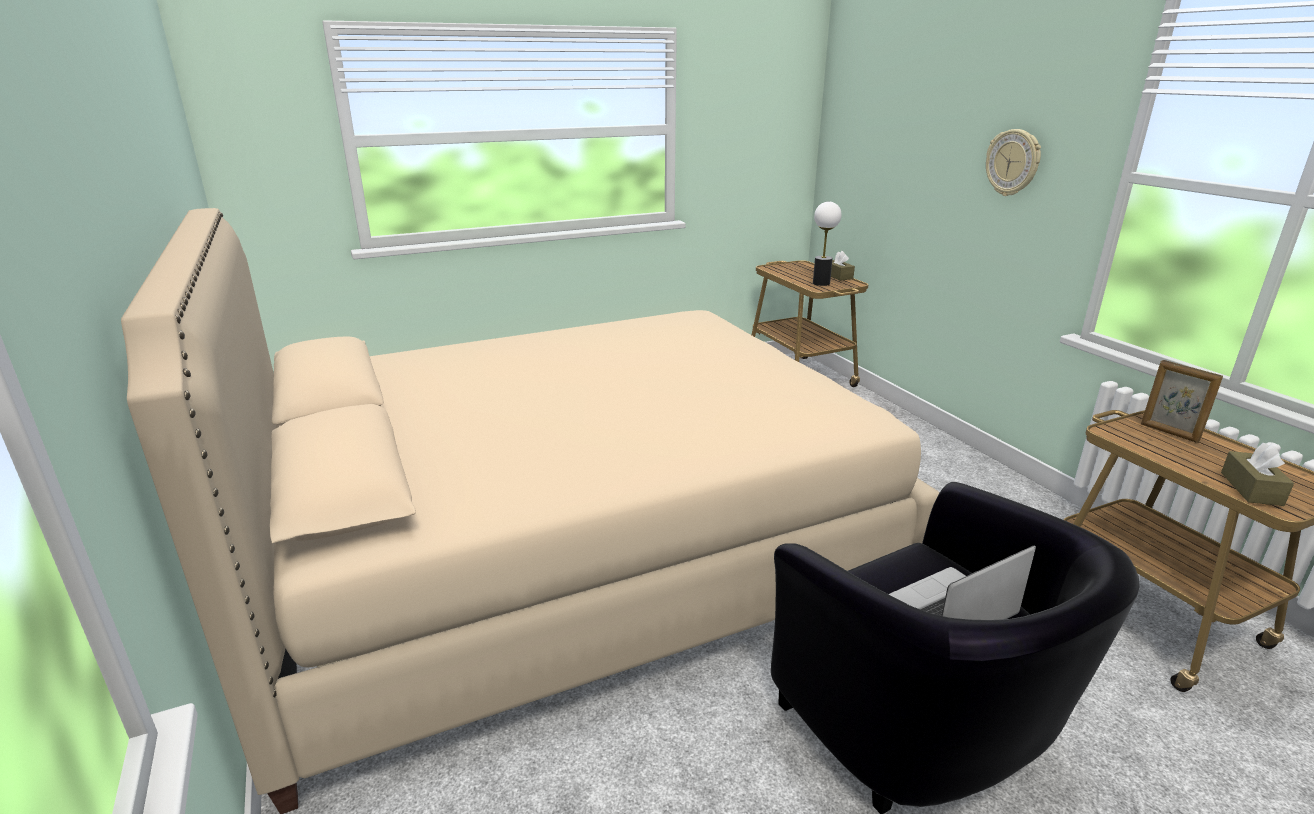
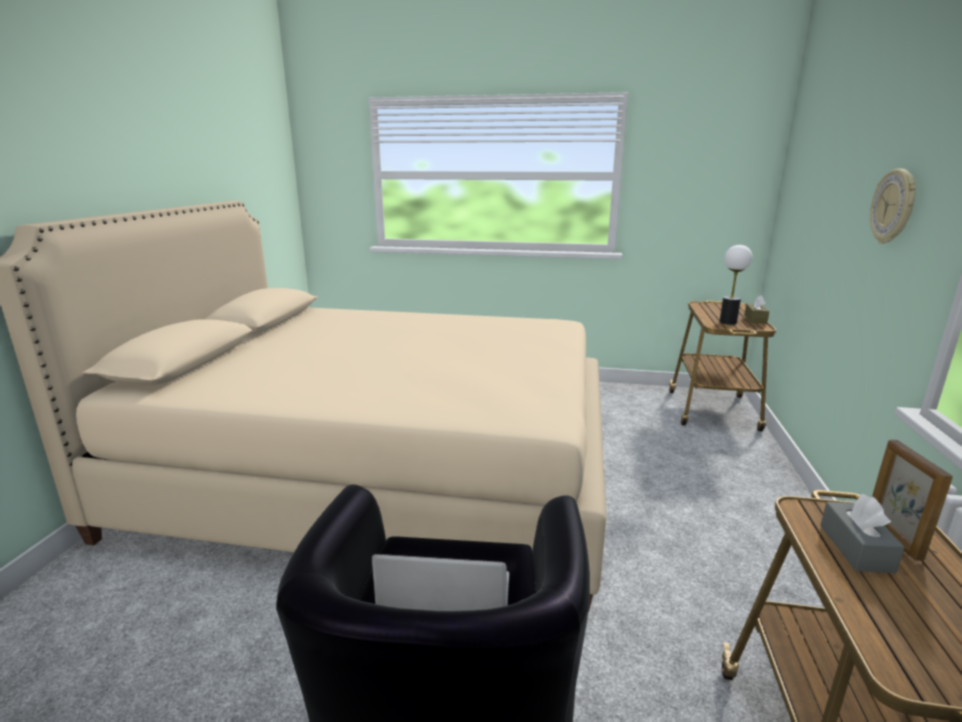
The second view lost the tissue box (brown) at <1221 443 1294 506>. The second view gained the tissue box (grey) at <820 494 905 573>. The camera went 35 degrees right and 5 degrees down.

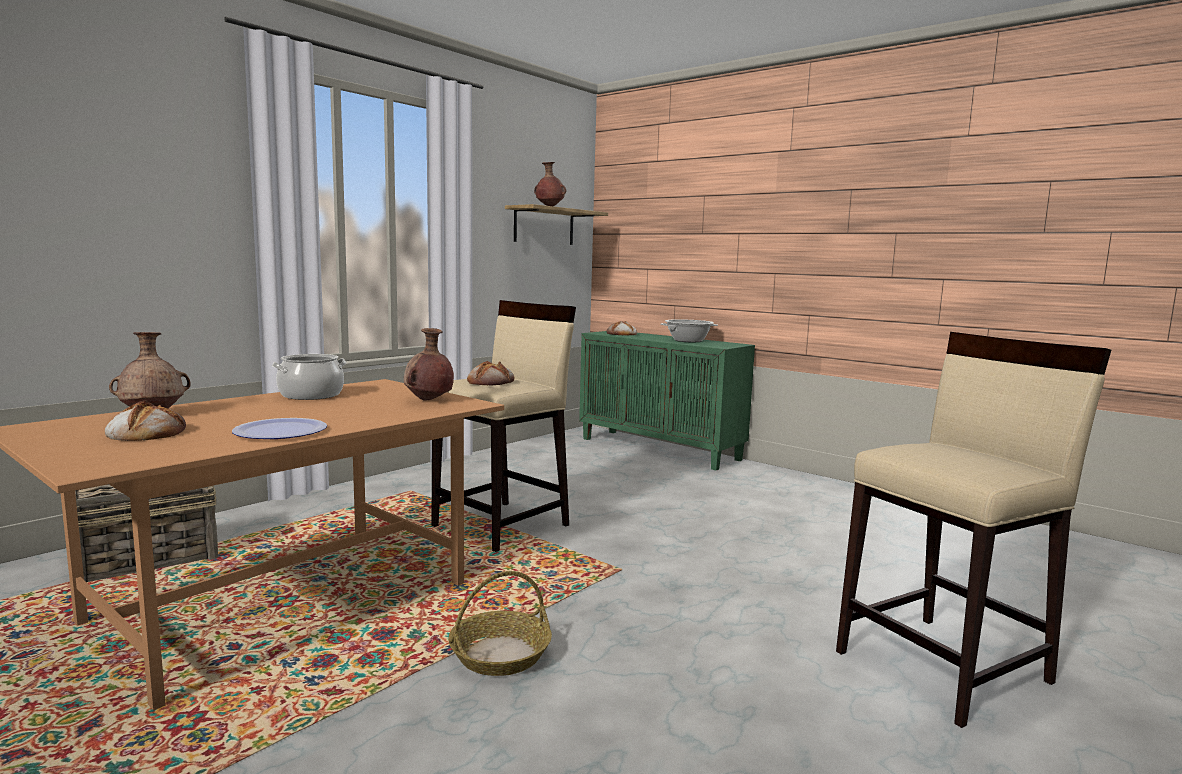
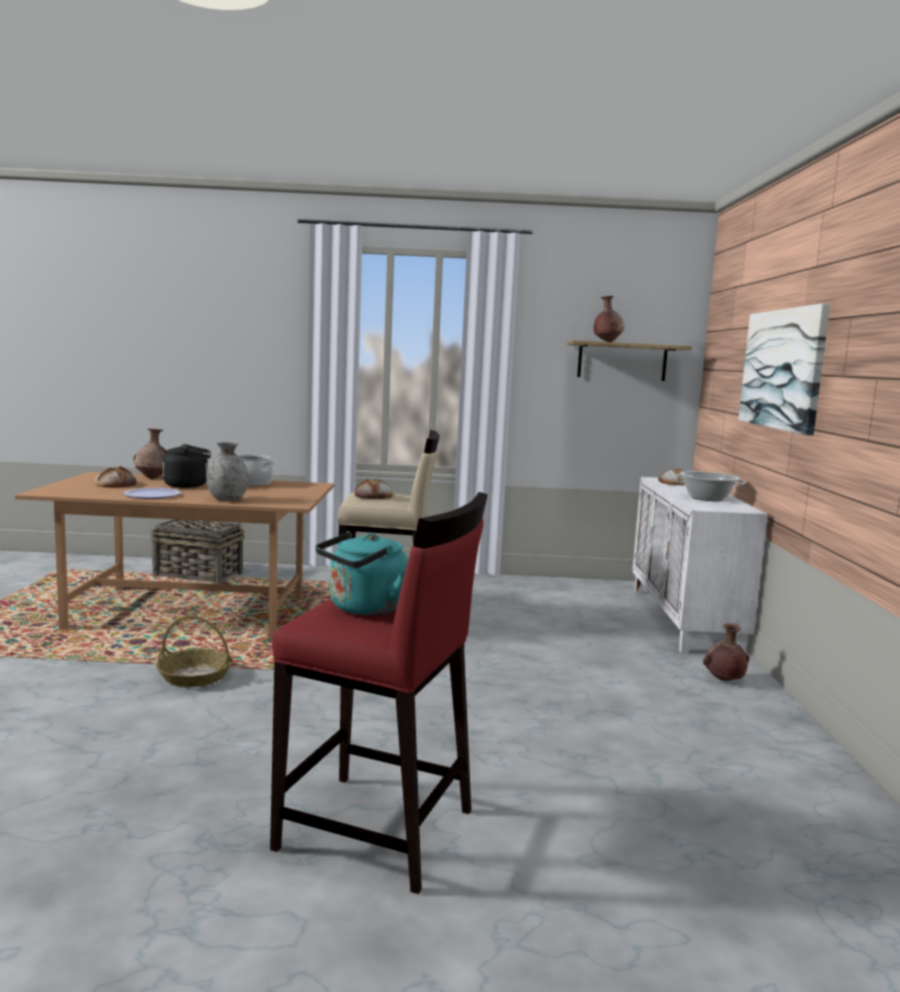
The vase (brown) ended up elsewhere, having gone from <404 328 454 401> to <703 623 749 681>. What was the cabinet (green) at <579 331 755 470> turned into the cabinet (white) at <632 477 768 654>. What was the stool (beige) at <836 332 1111 728> turned into the stool (red) at <270 492 488 894>. The second view gained the picture at <738 303 830 436>. The second view gained the vase (grey) at <206 442 249 501>. The second view gained the kettle (black) at <163 444 211 488>. The second view gained the kettle (turquoise) at <315 532 408 615>. The camera went 50 degrees right and 0 degrees up.

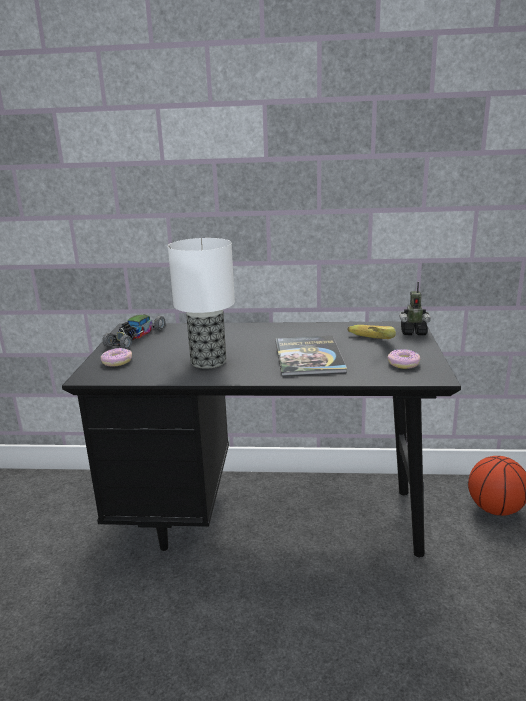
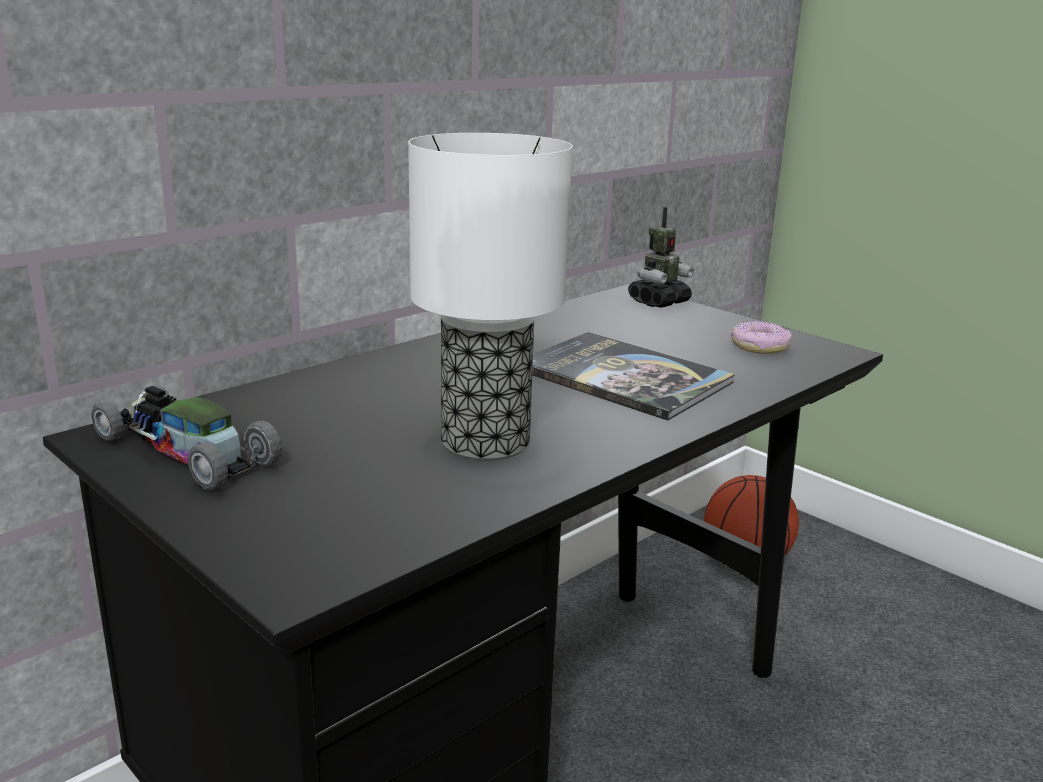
The toy car at <102 314 166 349> ended up facing another way, 150 degrees clockwise from before. The second view lost the banana at <347 325 396 339>. The second view lost the donut at <101 348 132 367>. The camera went 50 degrees left and 0 degrees up.

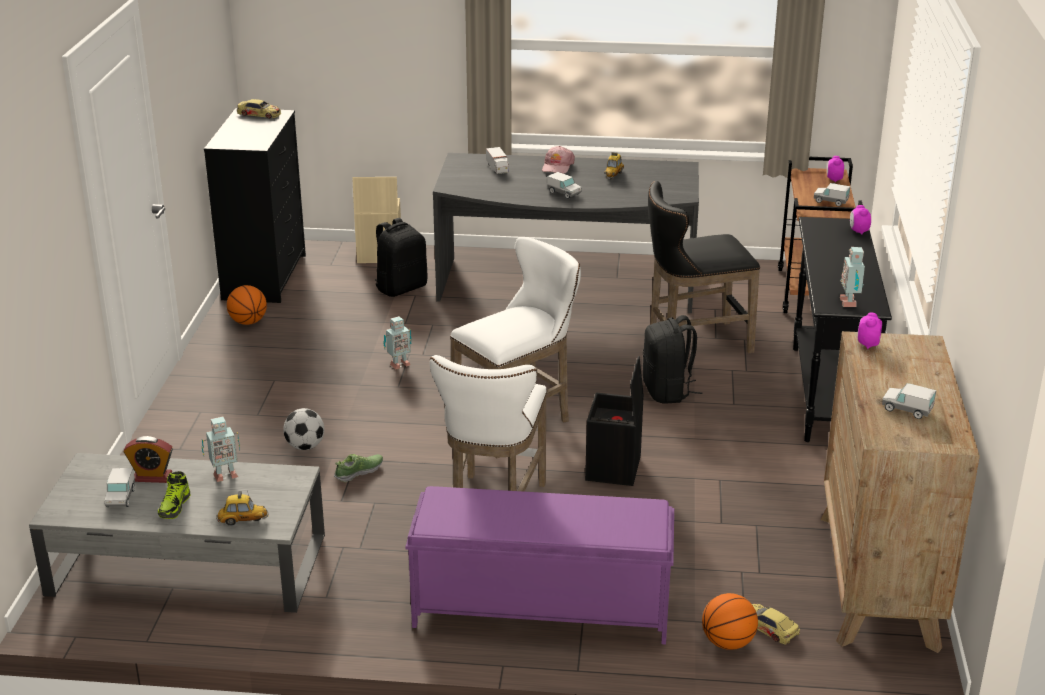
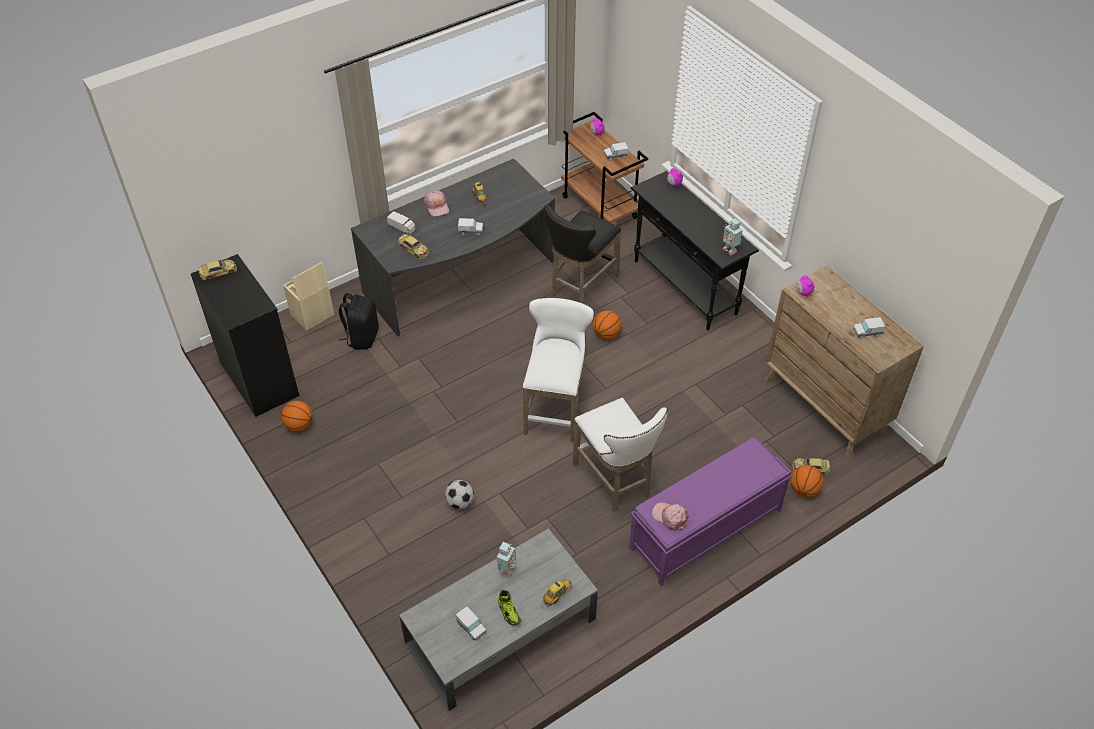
Where the backpack (black) stood at <643 315 702 404>, the basketball came to stand at <593 311 621 339>. The second view lost the toy robot at <383 316 411 370>. The second view lost the storage box (black) at <585 356 644 486>. The second view lost the alarm clock at <123 436 173 483>. The second view lost the shoe at <334 454 383 482>. The second view gained the toy car at <398 234 429 259>. The second view gained the cap (pink) at <652 502 689 531>. The camera went 40 degrees left and 20 degrees up.

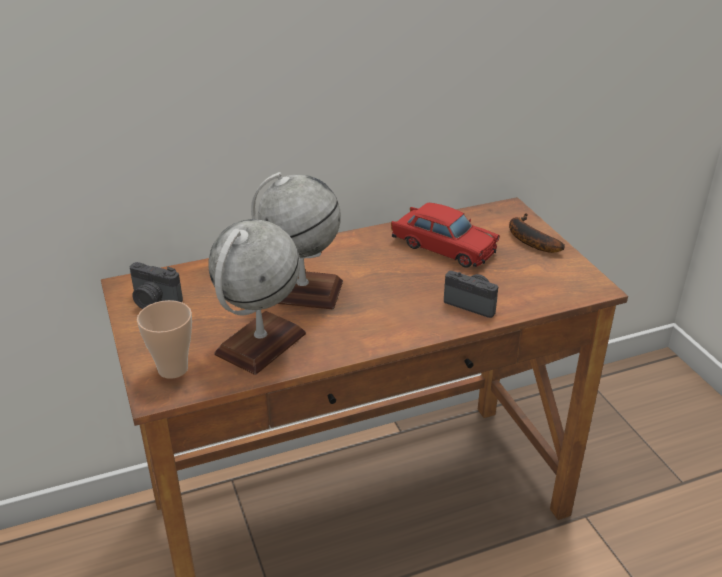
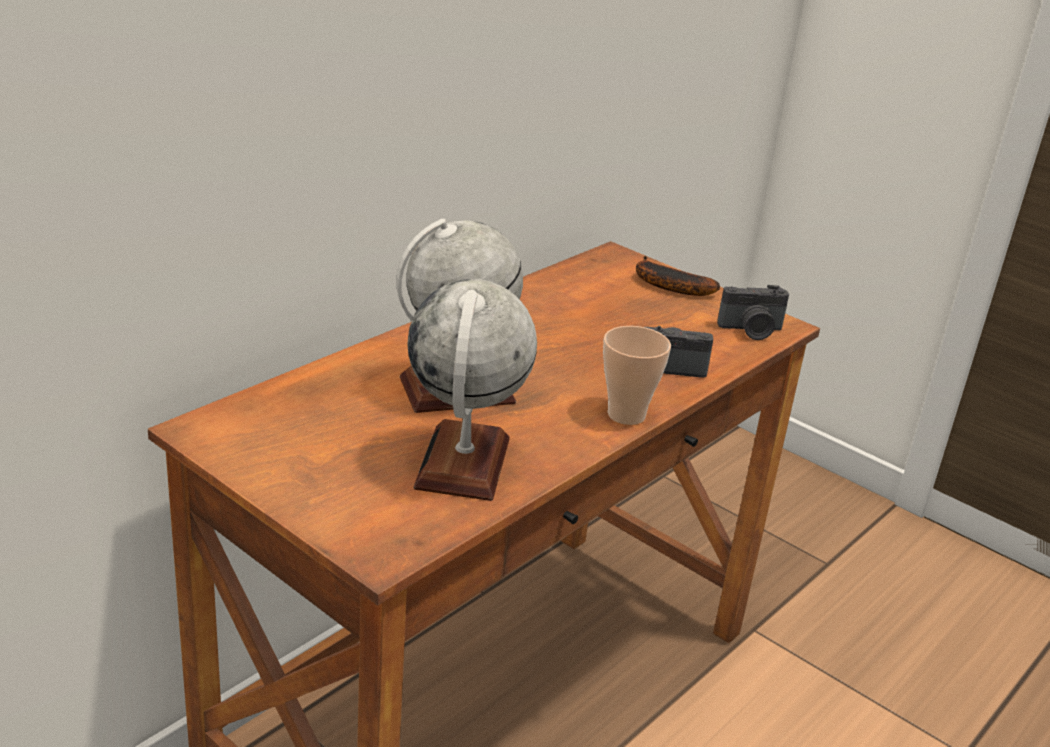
The second view lost the toy car (red) at <391 203 500 268>. The photo camera ended up elsewhere, having gone from <130 262 183 309> to <717 285 789 340>. The cup ended up elsewhere, having gone from <137 300 192 379> to <603 326 671 425>. The camera went 30 degrees left and 5 degrees down.

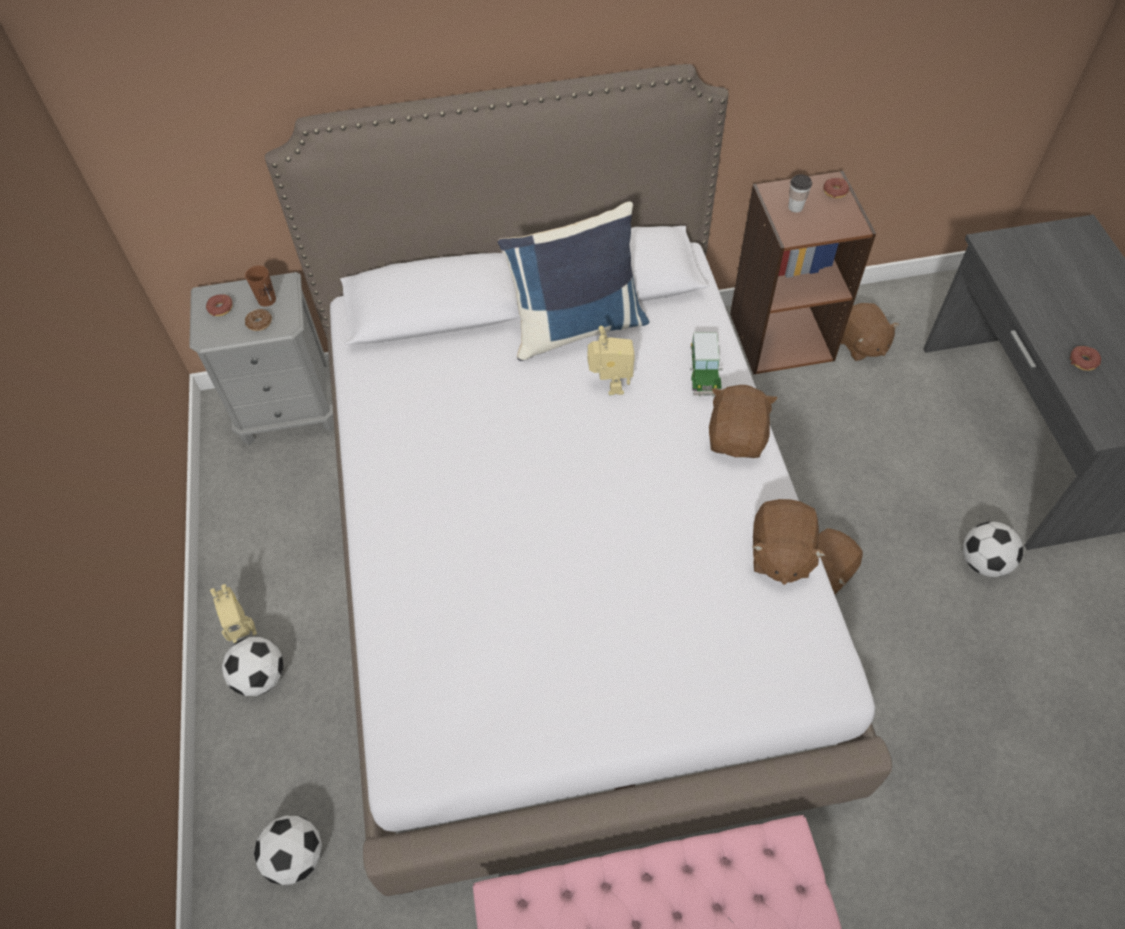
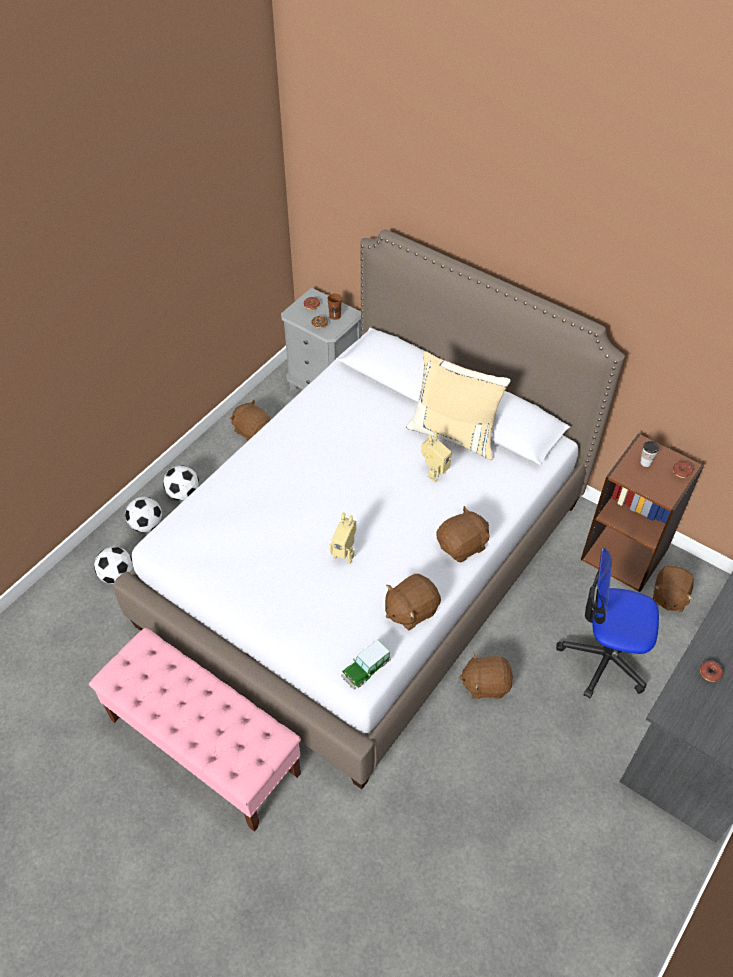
What was the pillow (blue) at <498 201 649 361> turned into the pillow (beige) at <406 351 511 460>. The toy car ended up elsewhere, having gone from <690 333 723 397> to <341 639 391 690>. The football ended up elsewhere, having gone from <963 521 1023 577> to <125 497 162 532>. The toy robot ended up elsewhere, having gone from <210 584 257 643> to <330 512 356 564>. The second view gained the plush toy (brown) at <230 400 271 441>. The second view gained the office chair at <556 548 659 699>. The camera went 45 degrees right and 5 degrees down.

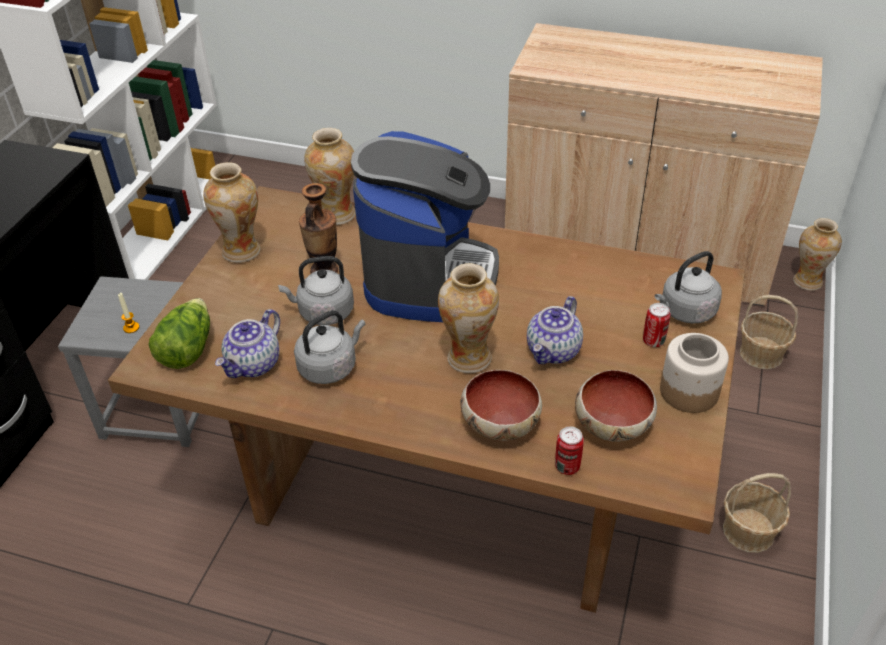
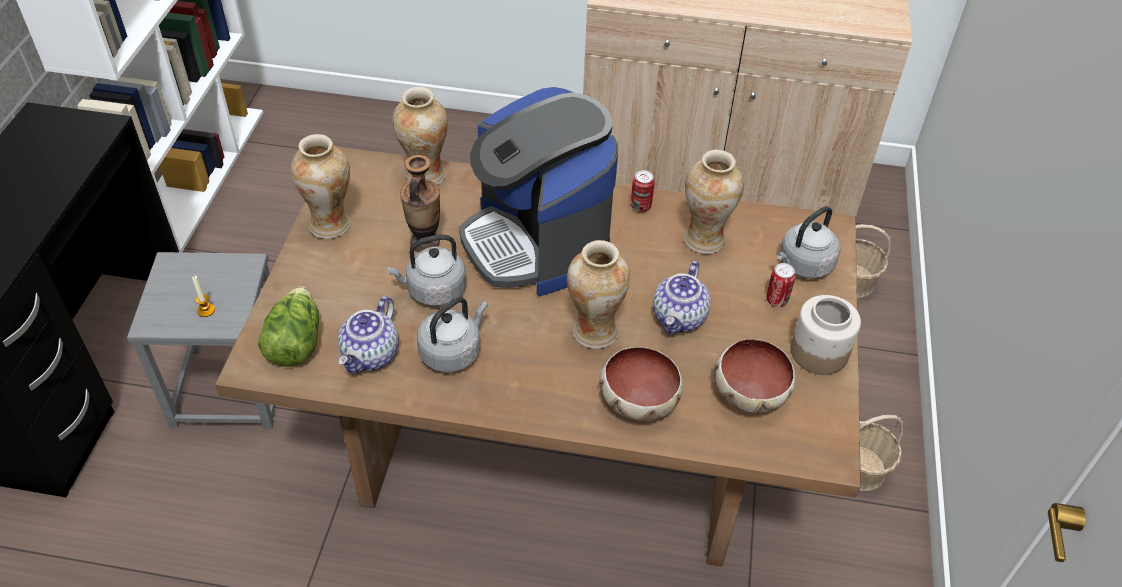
The coffee machine at <351 131 499 322> ended up facing another way, 150 degrees clockwise from before. The vase ended up elsewhere, having gone from <793 218 842 290> to <684 150 744 254>. The can ended up elsewhere, having gone from <555 426 584 475> to <631 170 655 212>. The camera went 10 degrees left and 5 degrees up.

